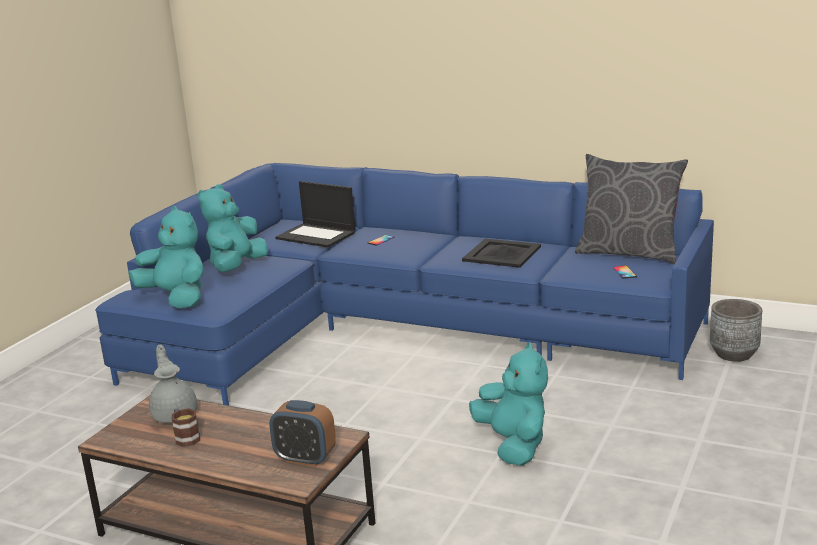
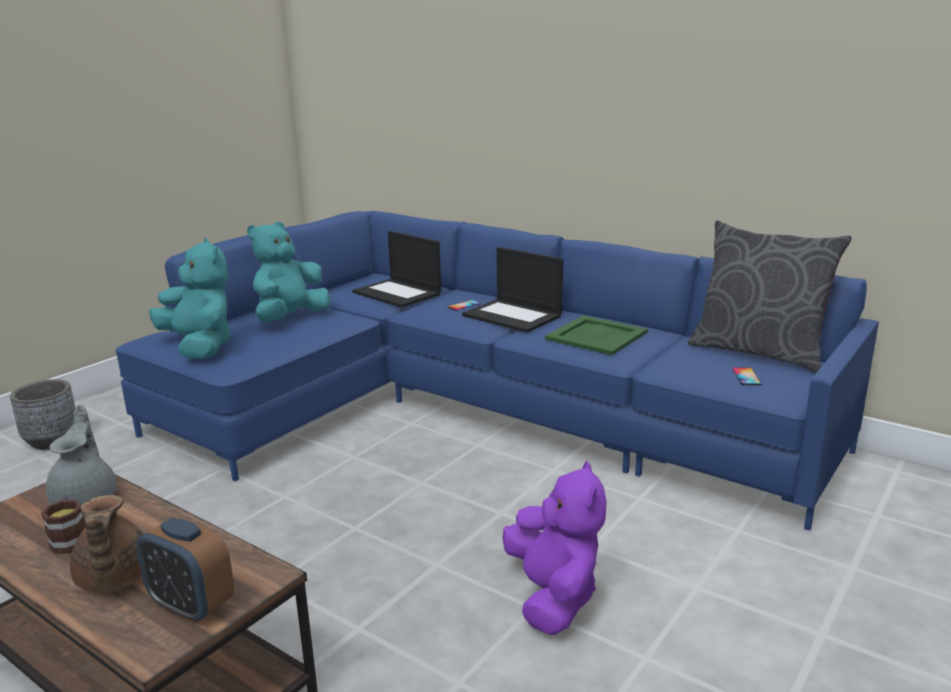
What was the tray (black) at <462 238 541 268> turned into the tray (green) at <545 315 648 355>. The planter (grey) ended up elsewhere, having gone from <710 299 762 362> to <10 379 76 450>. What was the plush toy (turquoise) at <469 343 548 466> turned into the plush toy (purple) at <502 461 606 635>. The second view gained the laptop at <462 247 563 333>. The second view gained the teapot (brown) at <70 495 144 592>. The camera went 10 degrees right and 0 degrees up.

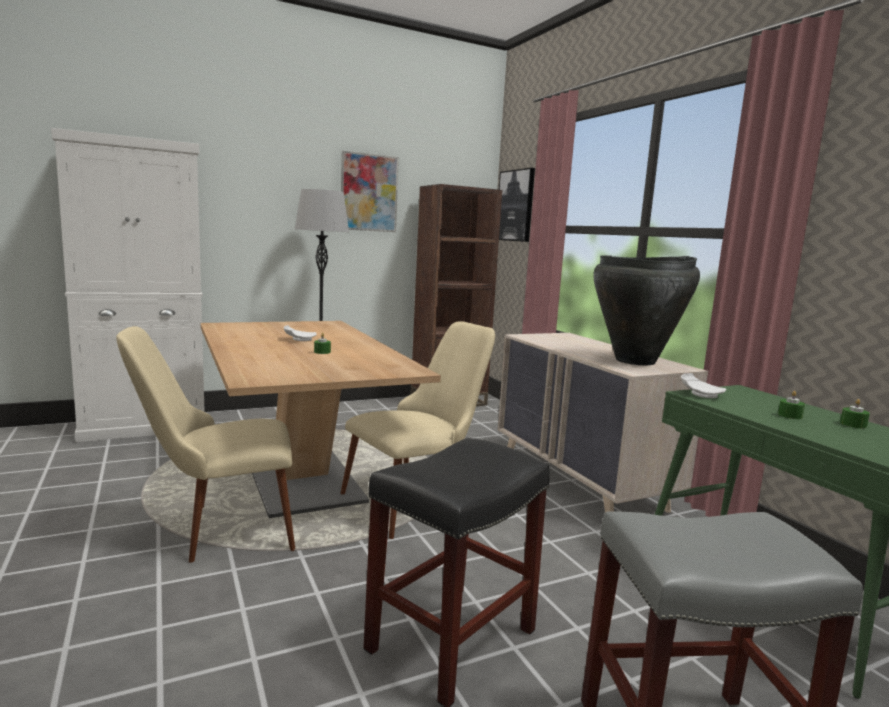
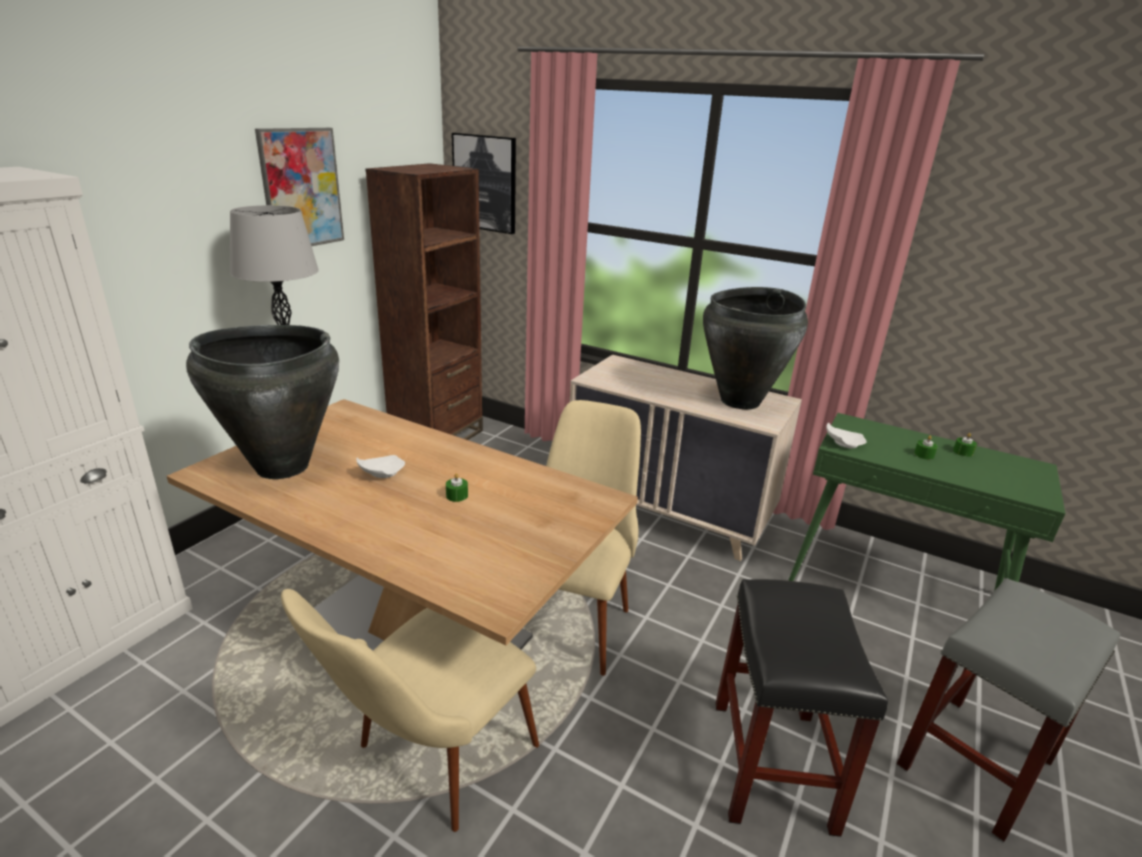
The second view gained the vase (black) at <186 325 339 479>. The camera went 35 degrees left and 15 degrees up.

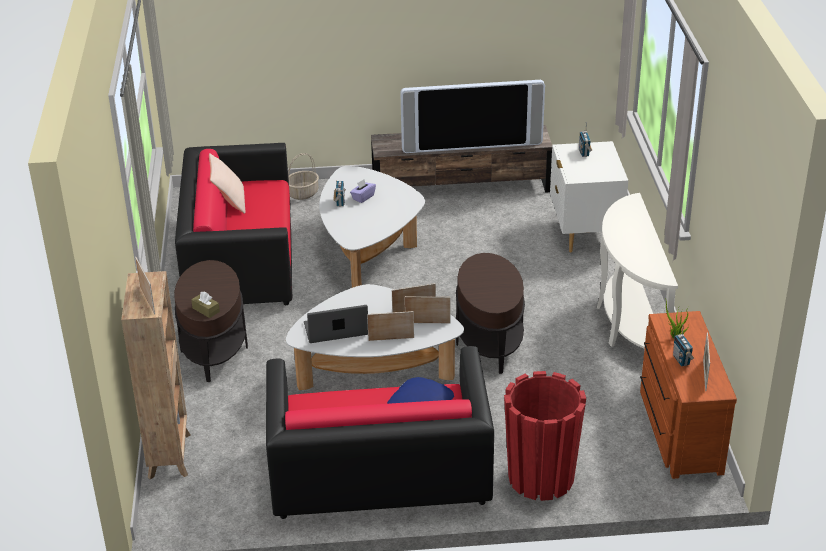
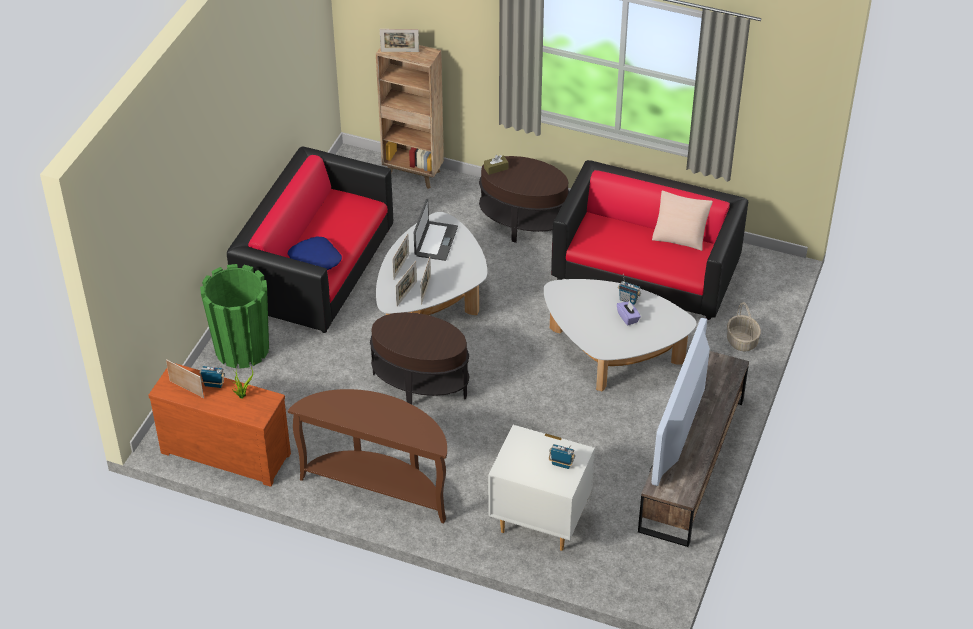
What was the console table (white) at <597 193 678 349> turned into the console table (brown) at <288 389 447 523>. What was the planter (red) at <504 371 586 501> turned into the planter (green) at <200 264 269 369>. The camera went 115 degrees right and 10 degrees up.

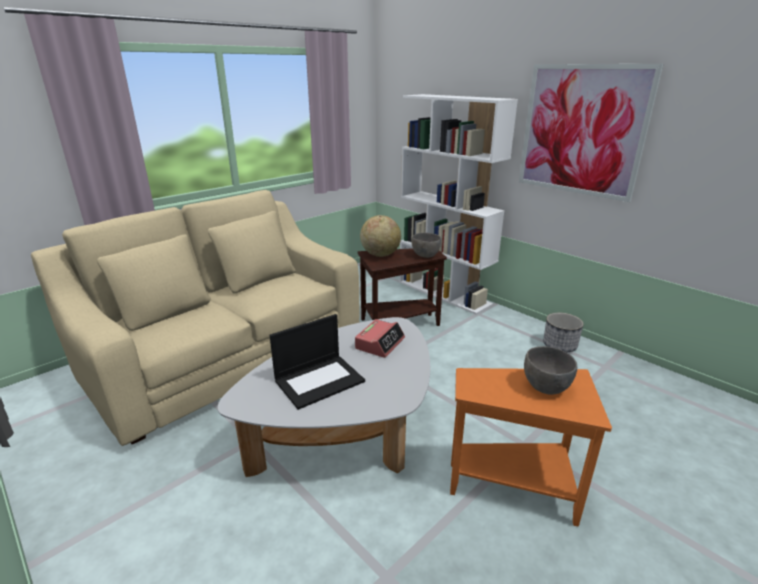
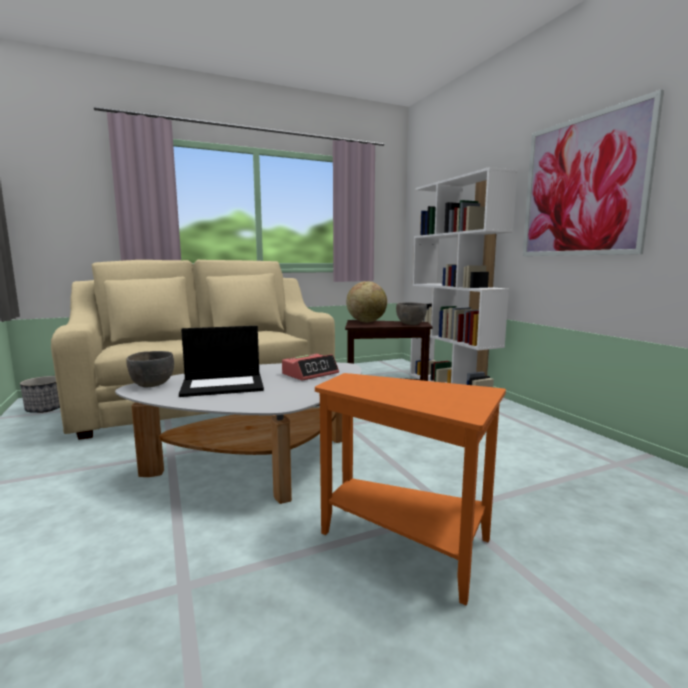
The planter ended up elsewhere, having gone from <543 313 584 352> to <20 376 60 413>. The bowl (grey) ended up elsewhere, having gone from <524 346 577 395> to <126 351 174 387>. The camera went 20 degrees right and 15 degrees down.

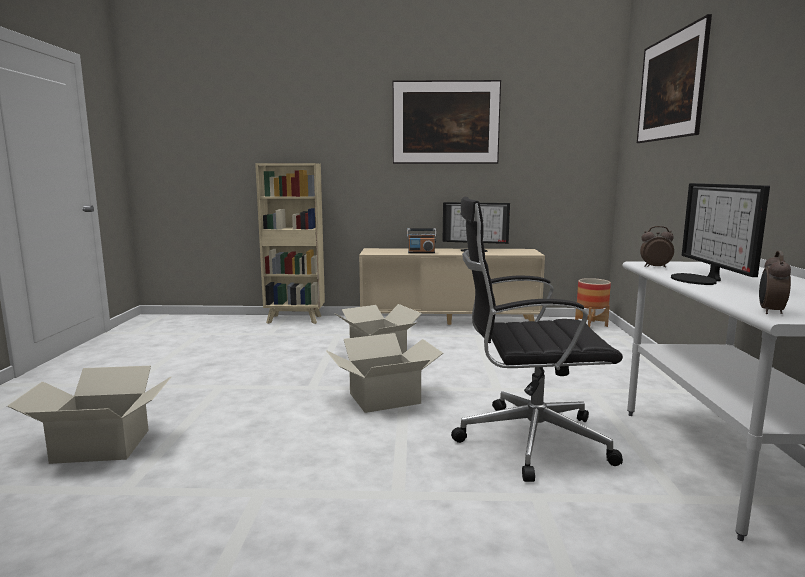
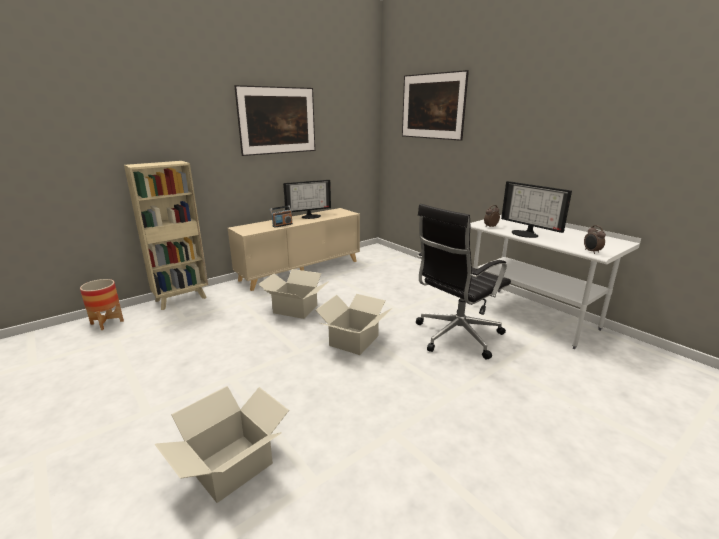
The planter ended up elsewhere, having gone from <575 278 611 327> to <80 279 124 330>. The camera went 40 degrees left and 10 degrees up.

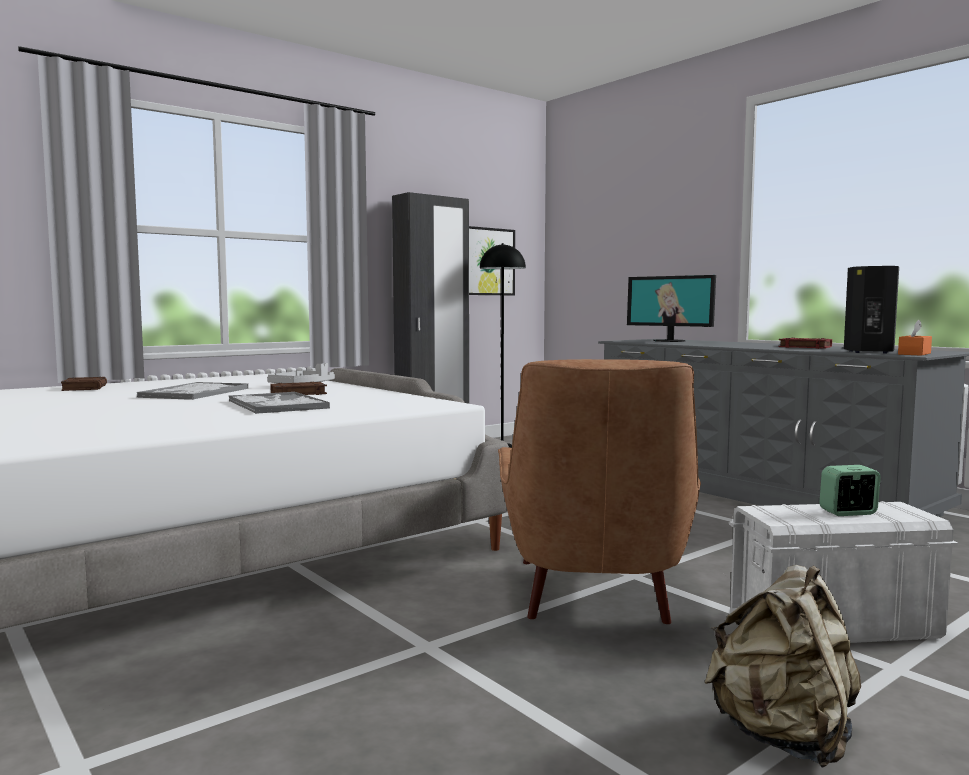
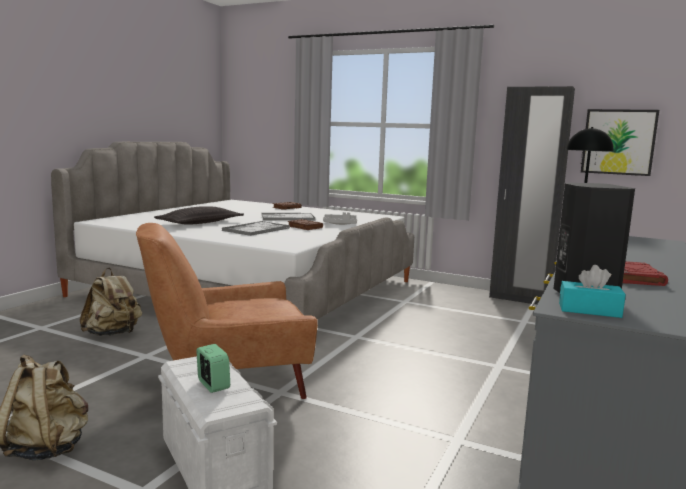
The second view lost the monitor at <627 275 716 342>. What was the tissue box (orange) at <898 319 932 356> turned into the tissue box (turquoise) at <559 265 626 318>. The second view gained the pillow at <155 206 244 225>. The second view gained the backpack (beige) at <80 268 142 336>. The camera went 65 degrees right and 5 degrees up.

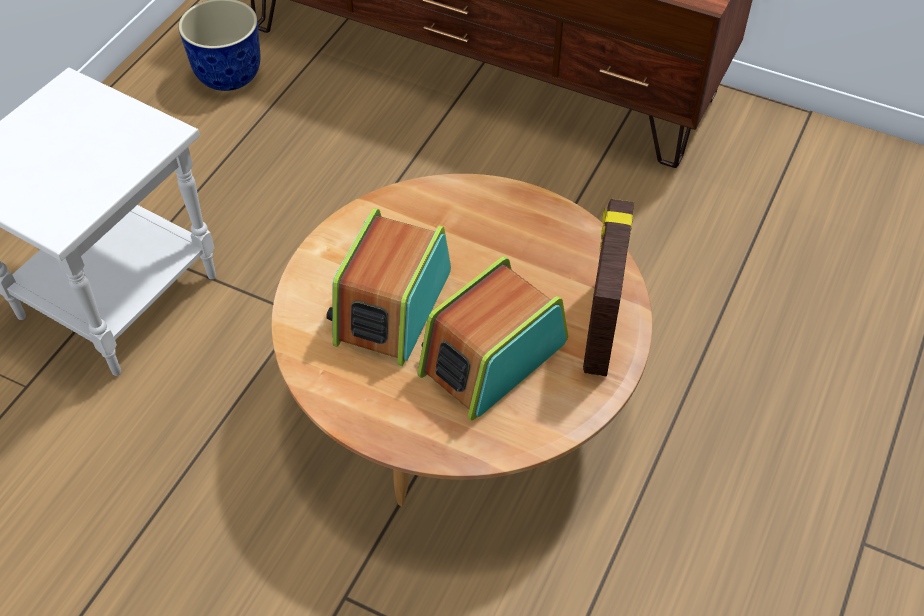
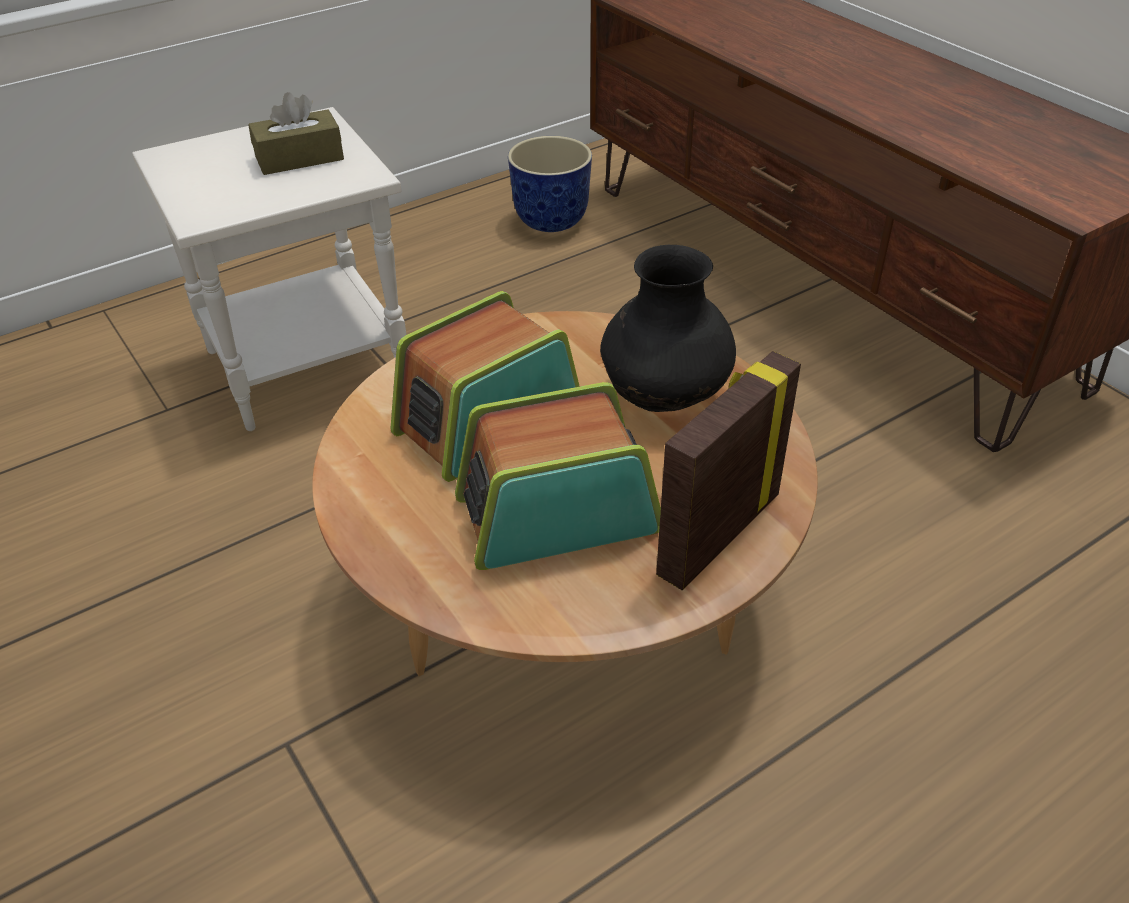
The second view gained the tissue box (brown) at <248 92 344 175>. The second view gained the vase (black) at <600 245 736 412>. The camera went 30 degrees right and 10 degrees down.

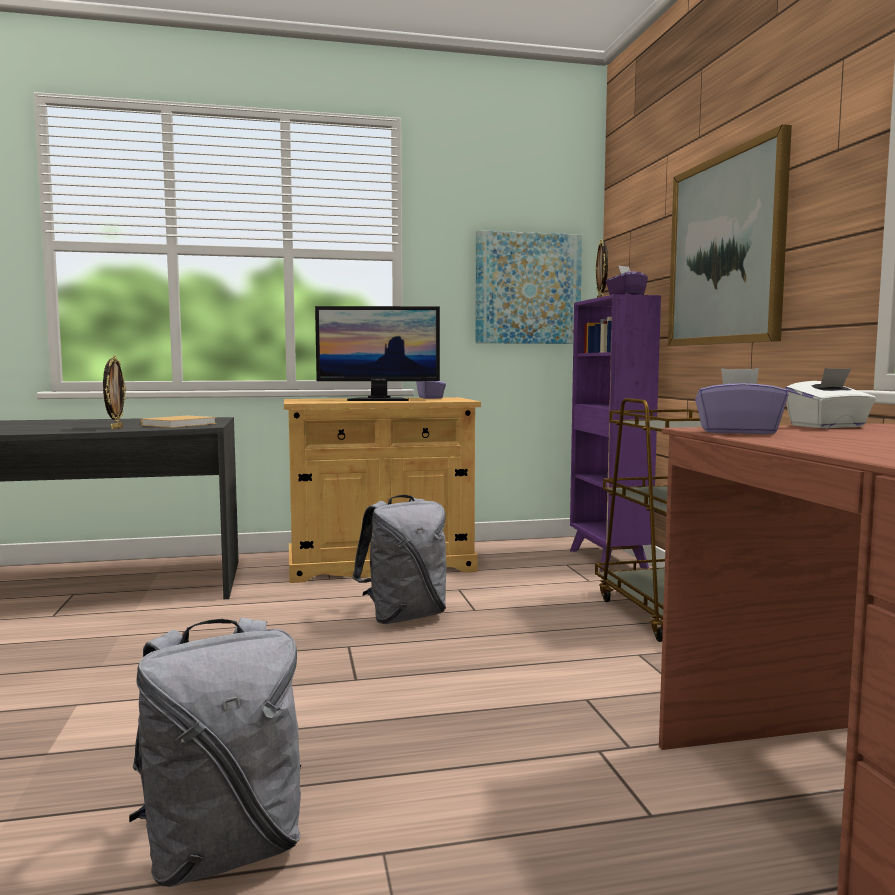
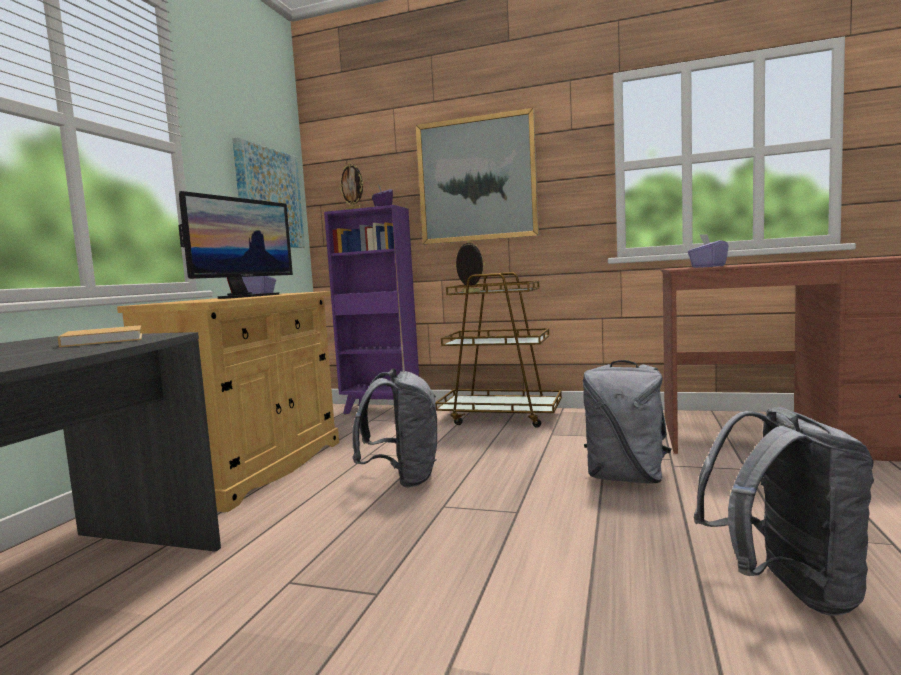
The picture frame ended up elsewhere, having gone from <103 356 126 430> to <455 241 485 293>. The second view lost the tissue box (white) at <785 368 876 428>. The second view gained the backpack (grey) at <583 360 672 484>. The camera went 60 degrees left and 0 degrees up.

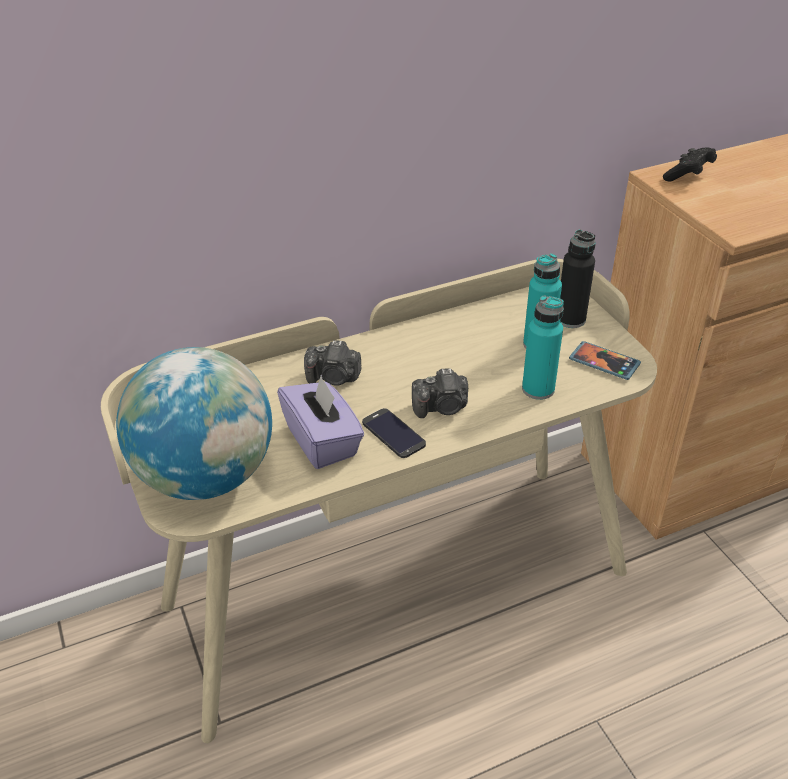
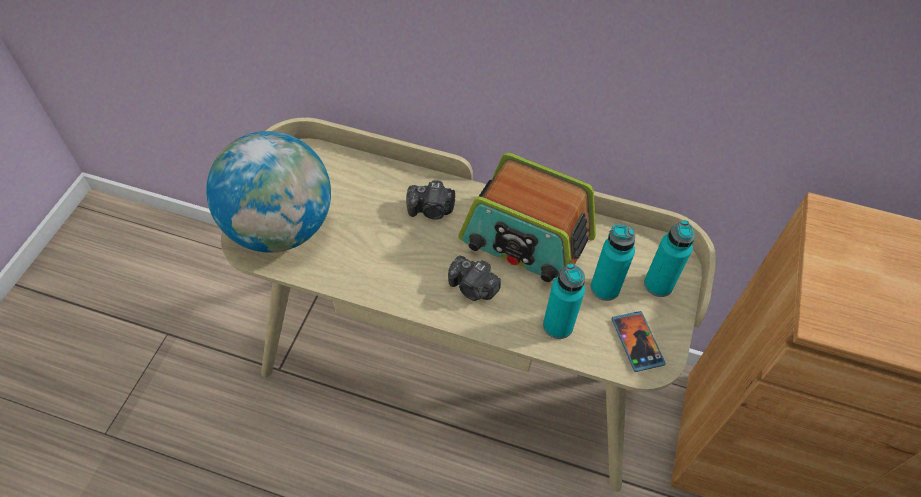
The second view lost the game controller (black) at <663 147 717 182>. What was the bottle (black) at <560 229 595 328> turned into the bottle (turquoise) at <644 220 695 297>. The photo camera at <304 340 362 386> ended up facing another way, 45 degrees counterclockwise from before. The second view lost the tissue box (purple) at <277 375 364 469>. The second view lost the phone at <362 408 426 458>. The second view gained the radio at <458 153 596 282>. The camera went 40 degrees right and 15 degrees up.

